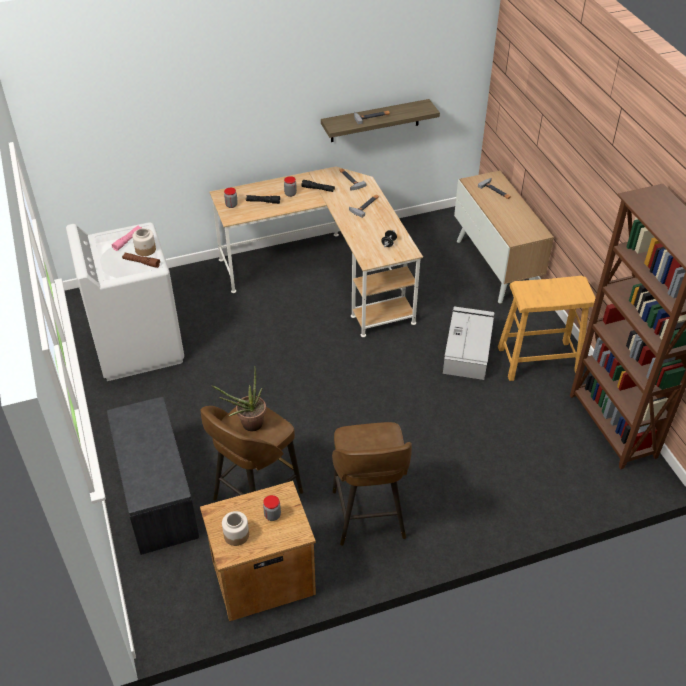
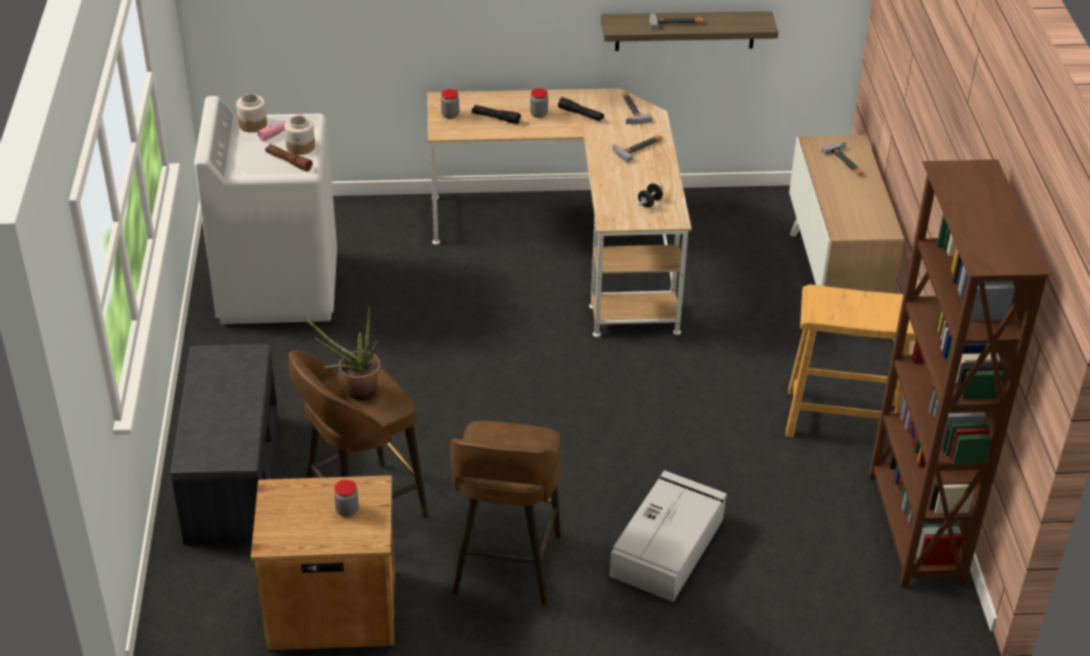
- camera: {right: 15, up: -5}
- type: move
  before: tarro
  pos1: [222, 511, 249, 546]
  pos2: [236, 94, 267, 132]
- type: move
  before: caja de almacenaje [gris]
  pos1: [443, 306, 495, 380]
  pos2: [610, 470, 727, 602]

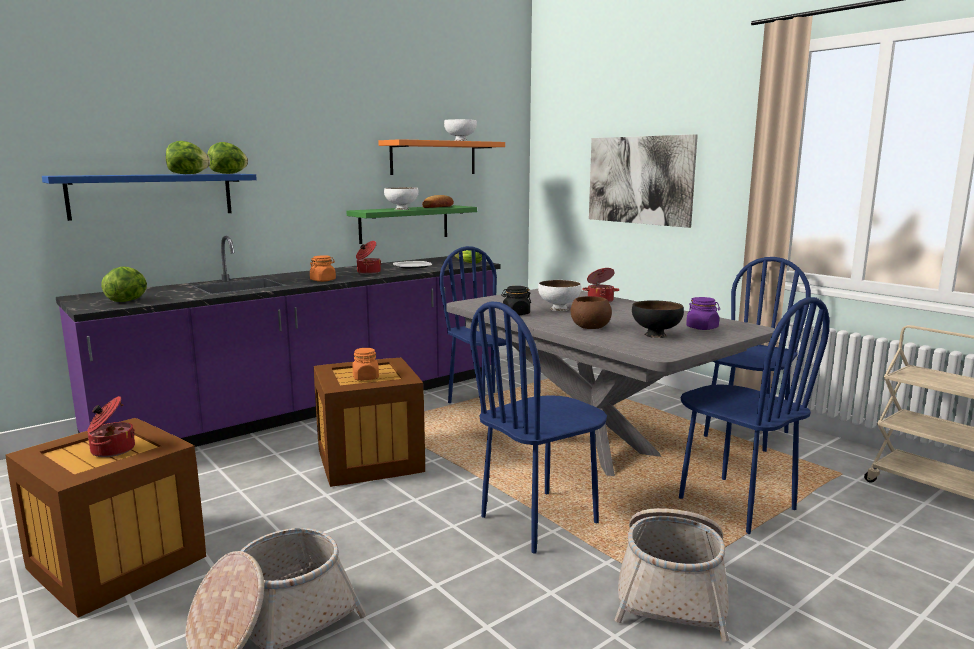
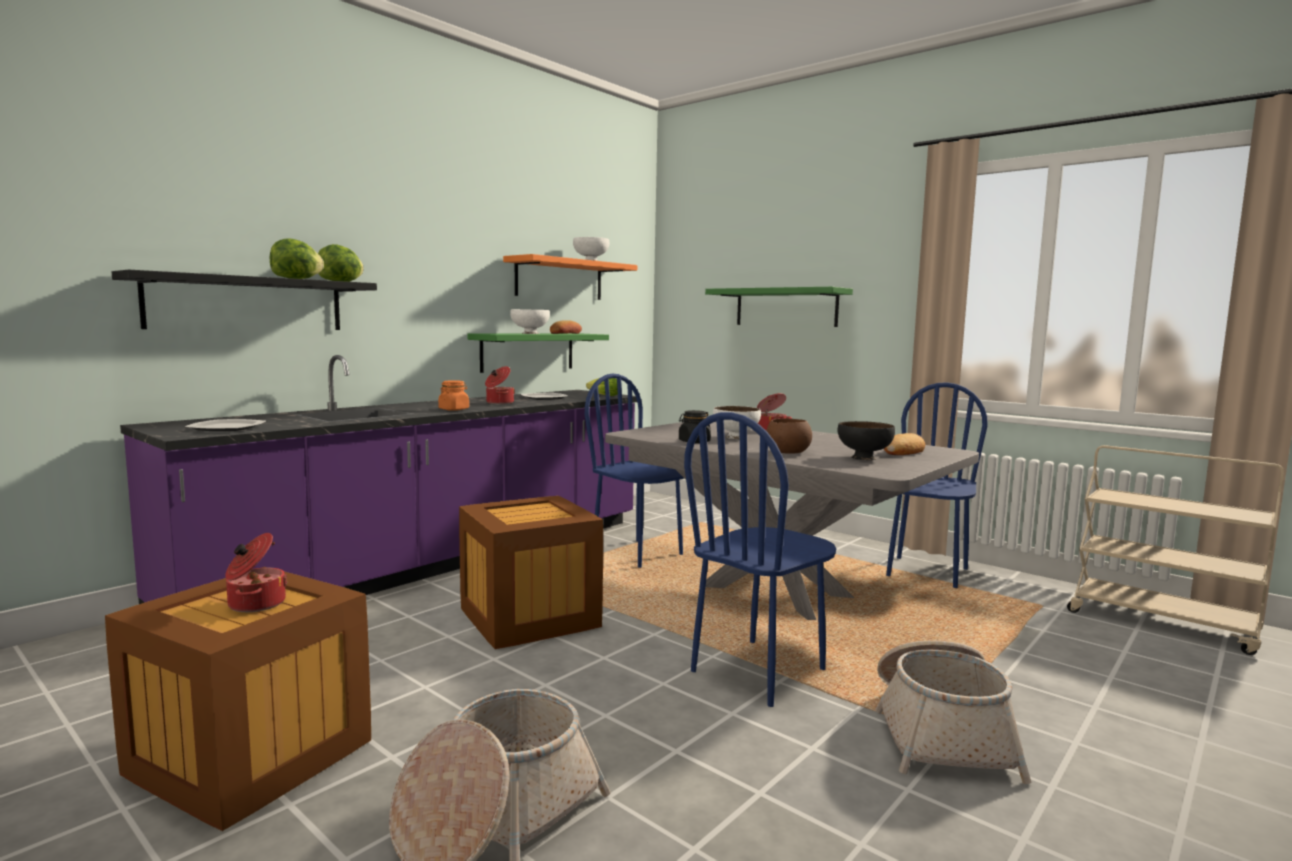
- camera: {right: -10, up: -5}
- type: recolor
  before: estante [azul]
  after: estante [negro]
  pos1: [42, 174, 257, 221]
  pos2: [112, 270, 377, 330]
- type: replace
  before: lechuga
  after: plato
  pos1: [101, 266, 147, 302]
  pos2: [185, 419, 266, 431]
- type: replace
  before: cuadro
  after: estante [verde]
  pos1: [589, 134, 698, 228]
  pos2: [705, 287, 853, 327]
- type: replace
  before: tarro [morado]
  after: pan
  pos1: [686, 297, 720, 330]
  pos2: [884, 433, 925, 455]
- type: delete
  before: tarro [naranja]
  pos1: [352, 348, 379, 380]
- type: delete
  before: silla [azul]
  pos1: [679, 297, 830, 534]

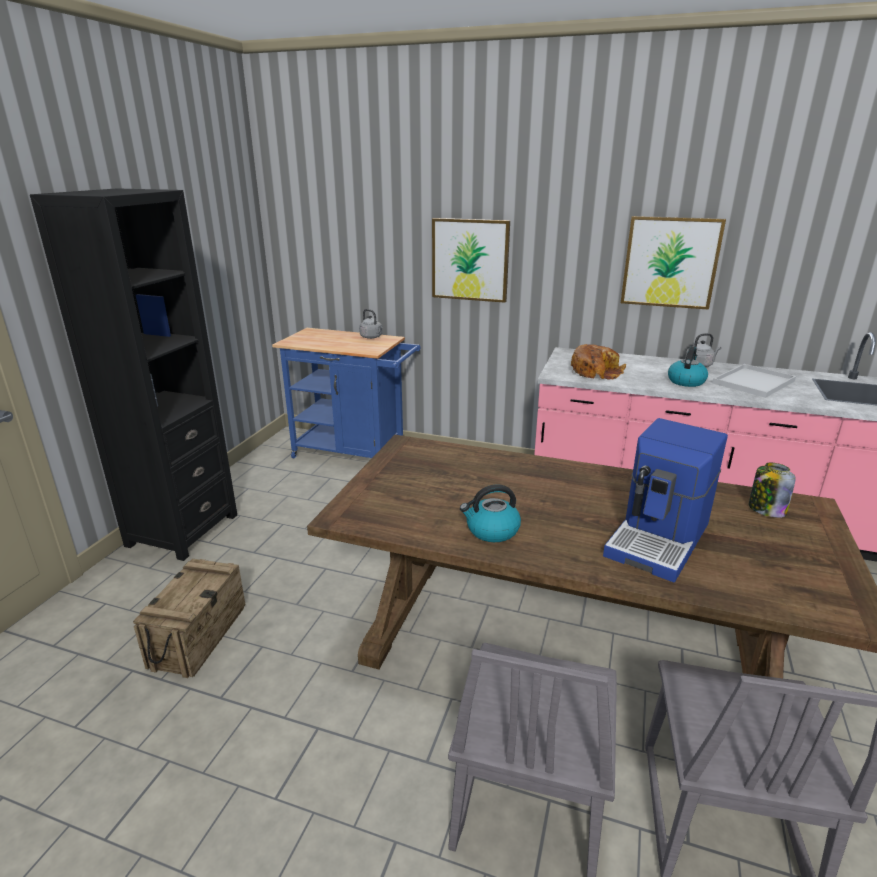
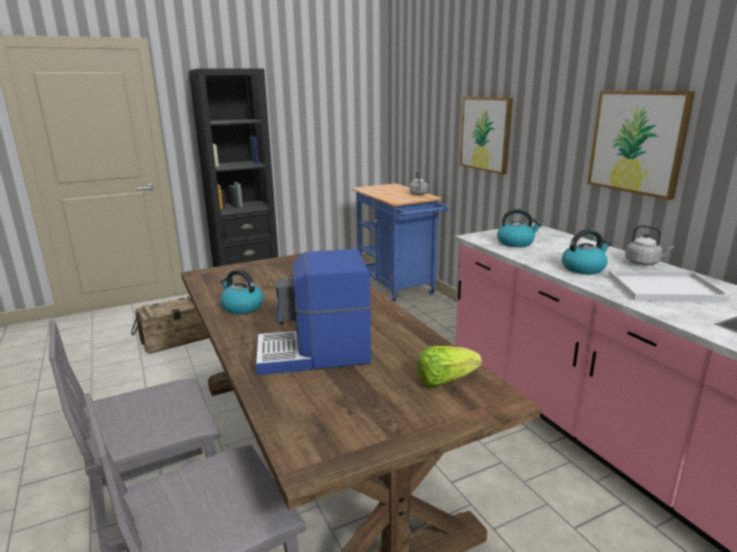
- camera: {right: 45, up: -5}
- type: replace
  before: tarro
  after: lechuga
  pos1: [749, 463, 796, 518]
  pos2: [417, 346, 482, 387]
- type: replace
  before: pan
  after: hervidor
  pos1: [571, 344, 626, 380]
  pos2: [497, 209, 542, 247]

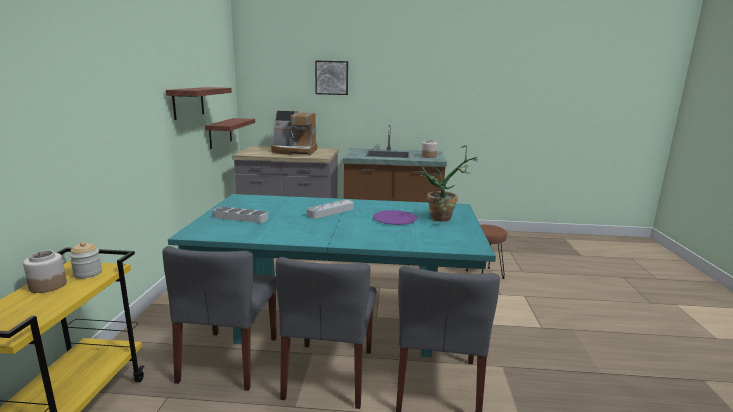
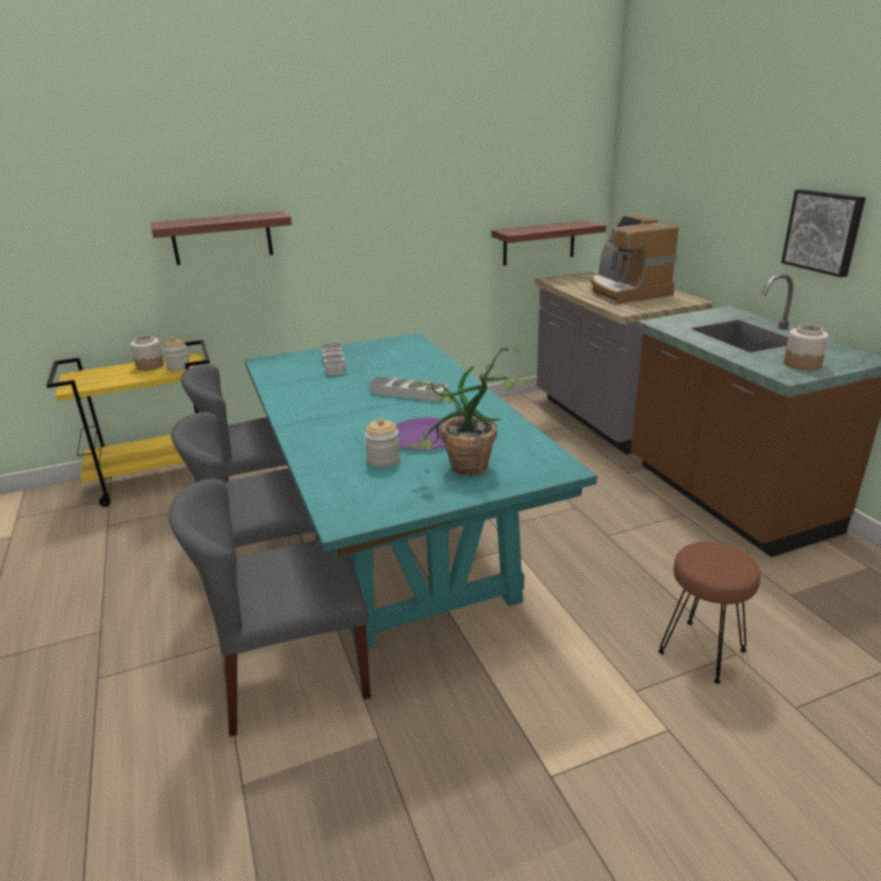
- camera: {right: 65, up: 10}
- type: move
  before: estante
  pos1: [166, 87, 232, 120]
  pos2: [151, 211, 292, 265]
- type: insert
  after: tarro
  pos2: [364, 418, 400, 467]
- type: move
  before: cuadro
  pos1: [315, 61, 348, 95]
  pos2: [781, 189, 866, 278]

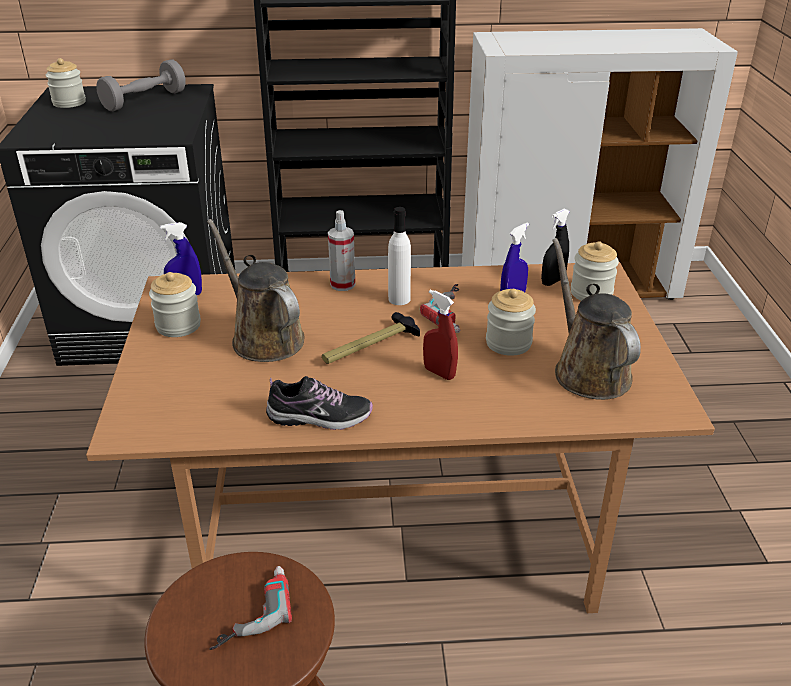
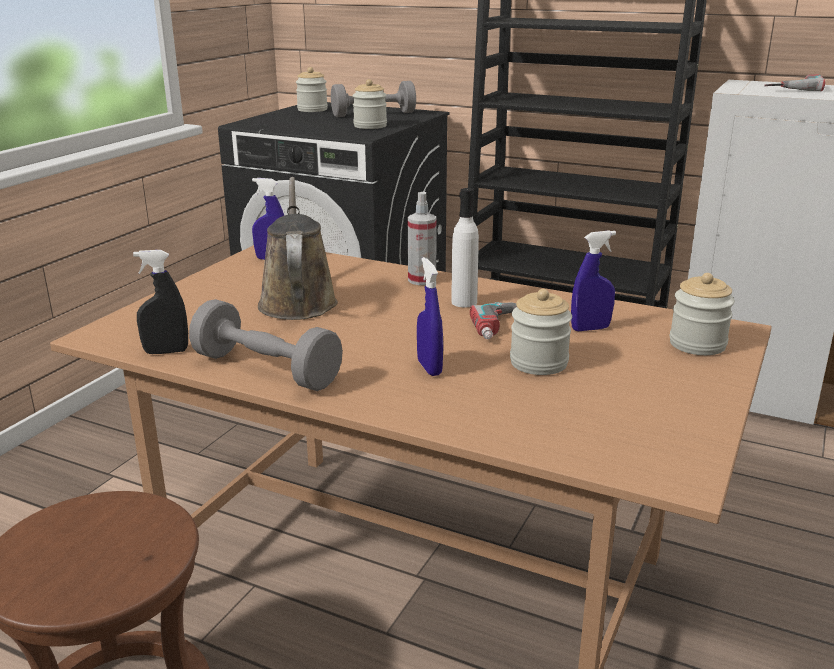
- camera: {right: 30, up: -10}
- type: move
  before: pulverizador [negro]
  pos1: [541, 208, 570, 286]
  pos2: [133, 250, 188, 354]
- type: replace
  before: zapato
  after: mancuerna [gris]
  pos1: [266, 376, 373, 430]
  pos2: [189, 299, 343, 391]
- type: move
  before: tarro
  pos1: [149, 272, 201, 337]
  pos2: [353, 79, 387, 129]
- type: recolor
  before: pulverizador [rojo]
  after: pulverizador [azul]
  pos1: [423, 289, 458, 380]
  pos2: [417, 257, 443, 376]
- type: move
  before: taladro
  pos1: [209, 566, 292, 650]
  pos2: [764, 74, 825, 91]
- type: delete
  before: martillo
  pos1: [322, 312, 420, 364]
- type: delete
  before: regadera [marrón]
  pos1: [552, 238, 641, 400]

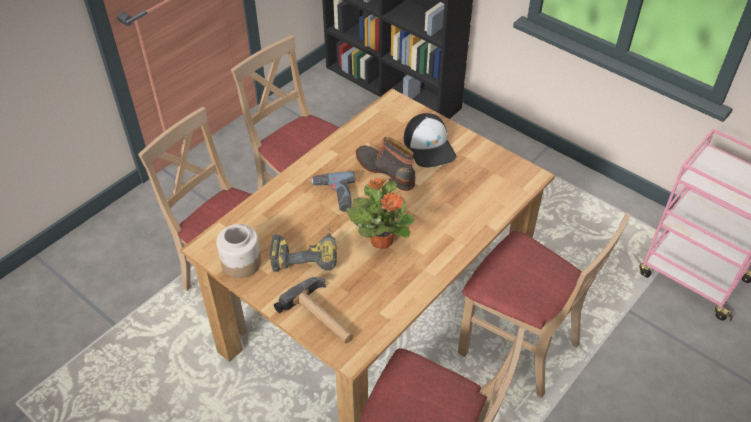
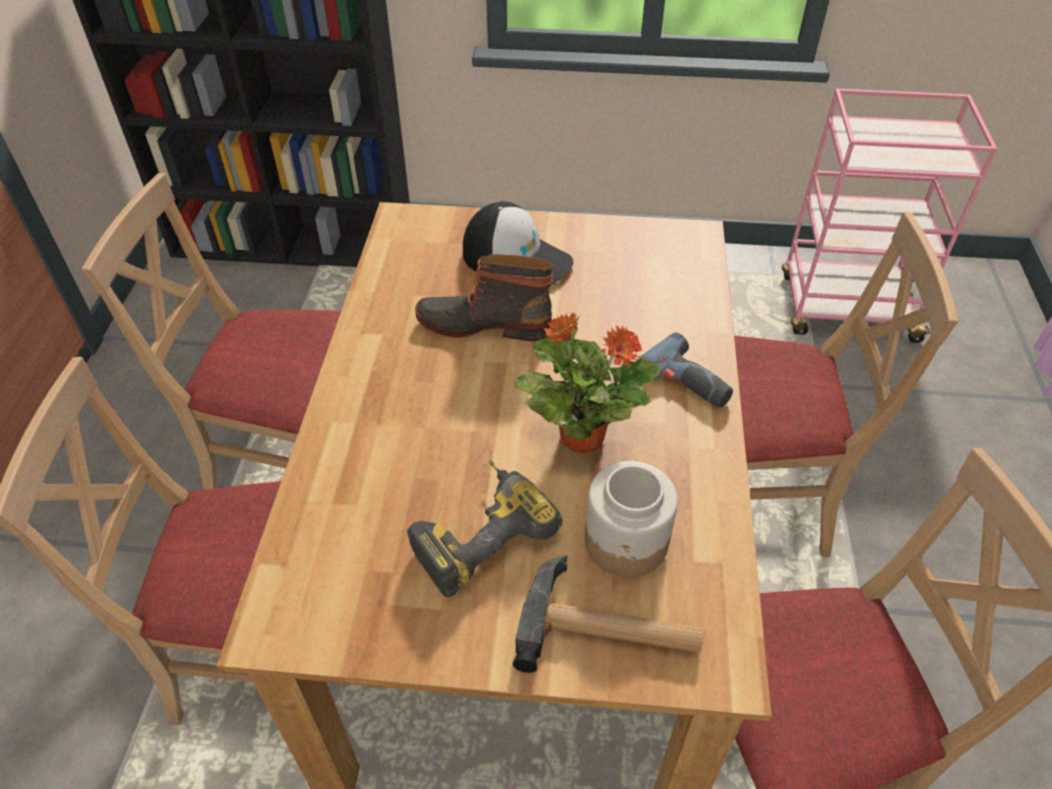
- camera: {right: -35, up: 0}
- type: move
  before: tarro
  pos1: [216, 224, 261, 278]
  pos2: [585, 461, 678, 577]
- type: move
  before: taladro
  pos1: [310, 171, 355, 212]
  pos2: [636, 333, 733, 407]

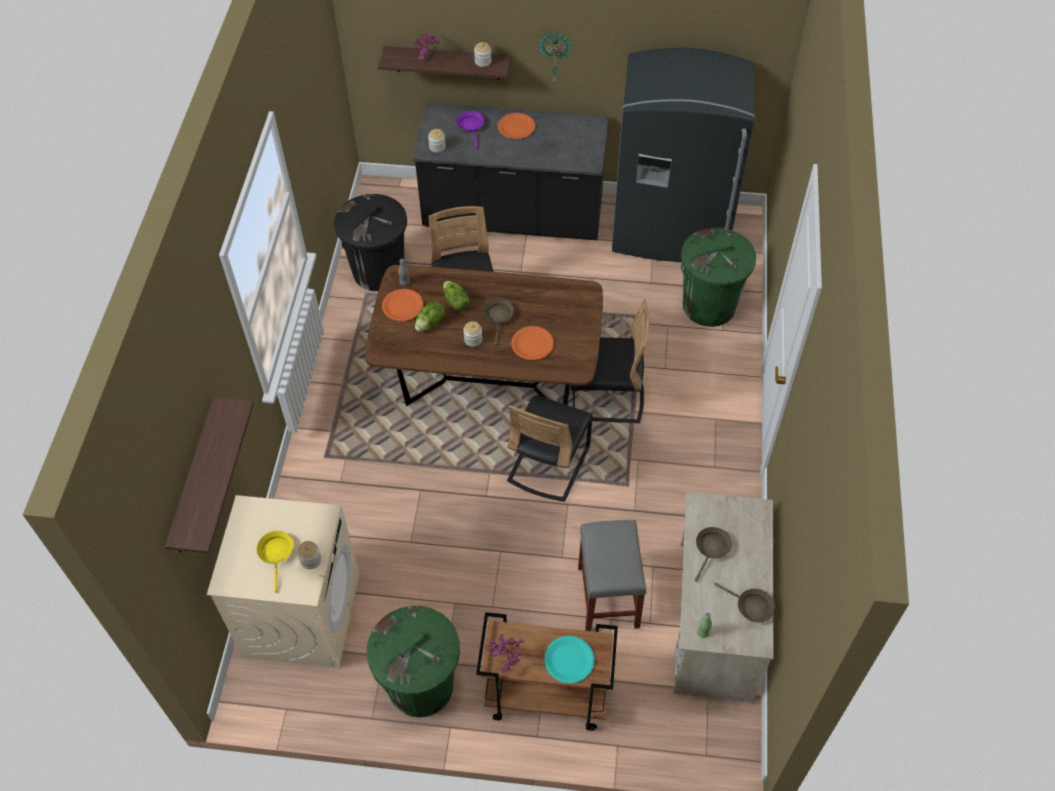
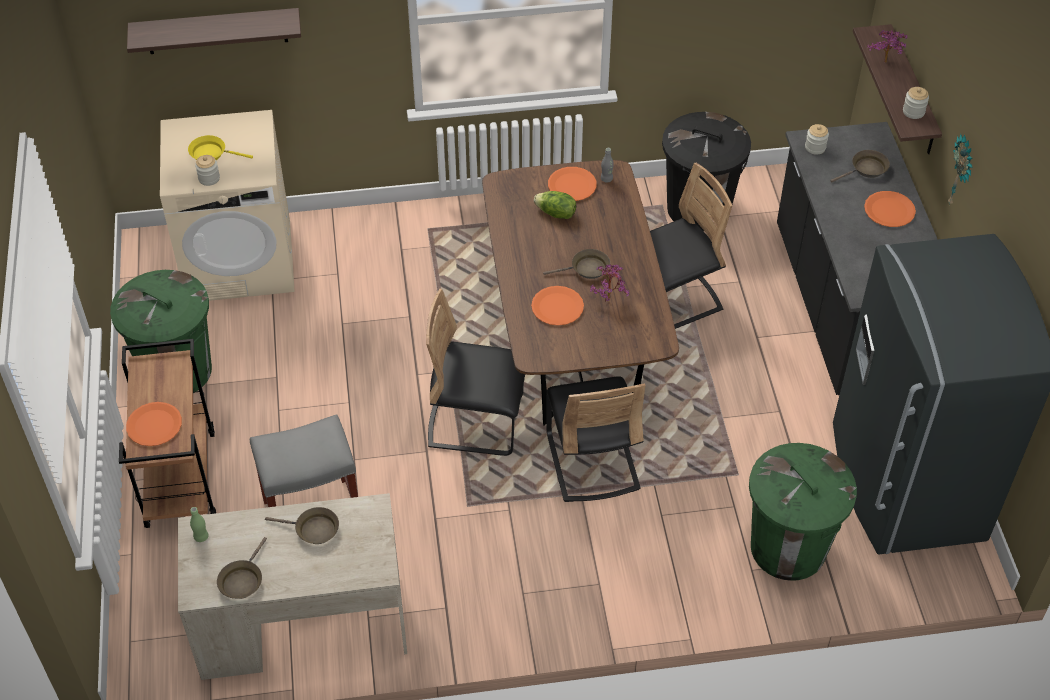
- camera: {right: 75, up: -5}
- type: recolor
  before: plato [turquesa]
  after: plato [naranja]
  pos1: [544, 636, 594, 684]
  pos2: [126, 402, 182, 446]
- type: rotate
  before: sartén [amarillo]
  pos1: [257, 531, 294, 592]
  pos2: [188, 135, 253, 160]
  turn: -150
- type: move
  before: planta en maceta
  pos1: [490, 634, 525, 674]
  pos2: [590, 264, 630, 302]
- type: recolor
  before: sartén [morado]
  after: sartén [marrón]
  pos1: [456, 111, 484, 149]
  pos2: [830, 150, 890, 183]
- type: delete
  before: lechuga
  pos1: [443, 281, 469, 311]
- type: delete
  before: tarro
  pos1: [463, 321, 482, 347]

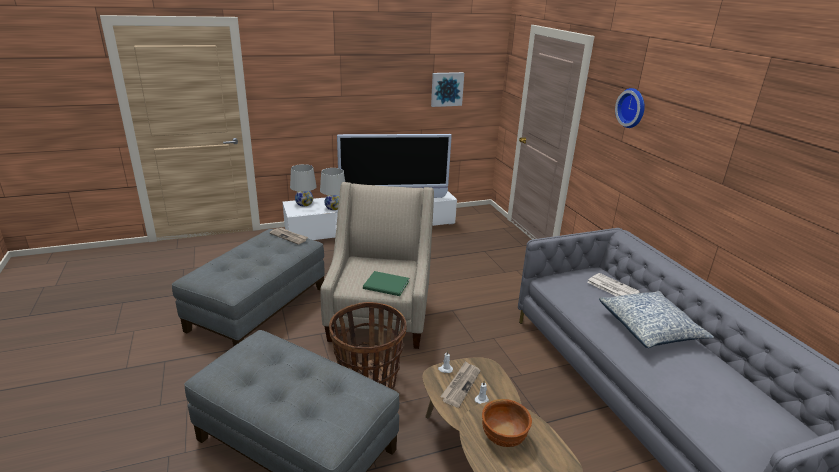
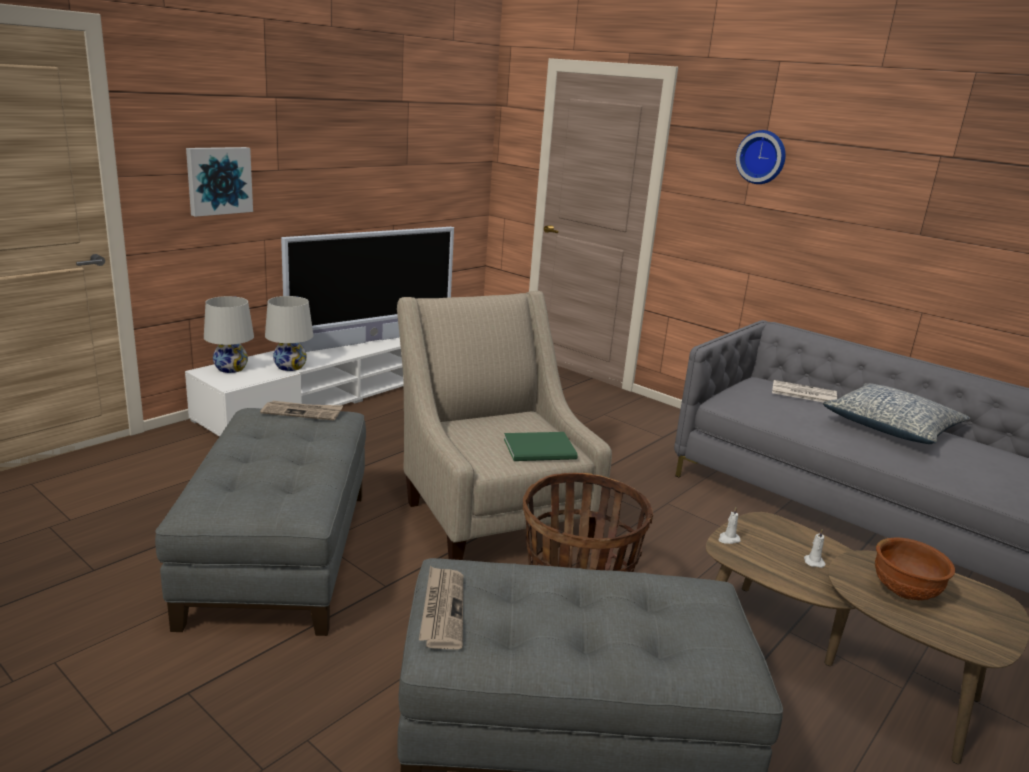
- camera: {right: -30, up: -5}
- type: move
  before: cuadro
  pos1: [431, 72, 464, 107]
  pos2: [186, 147, 253, 217]
- type: move
  before: periódico
  pos1: [440, 361, 480, 408]
  pos2: [419, 566, 463, 649]

